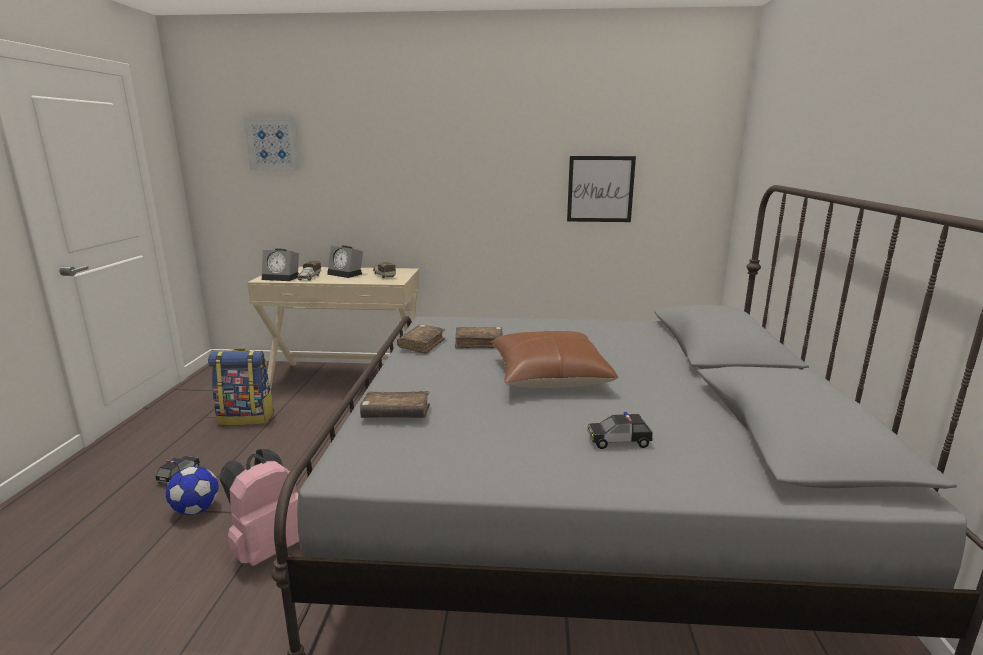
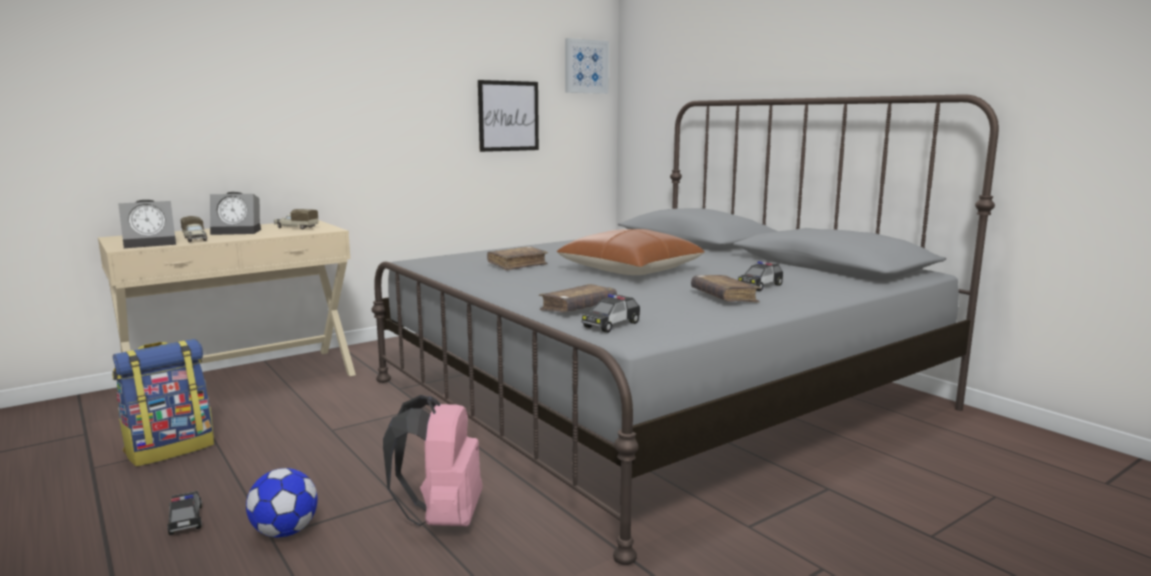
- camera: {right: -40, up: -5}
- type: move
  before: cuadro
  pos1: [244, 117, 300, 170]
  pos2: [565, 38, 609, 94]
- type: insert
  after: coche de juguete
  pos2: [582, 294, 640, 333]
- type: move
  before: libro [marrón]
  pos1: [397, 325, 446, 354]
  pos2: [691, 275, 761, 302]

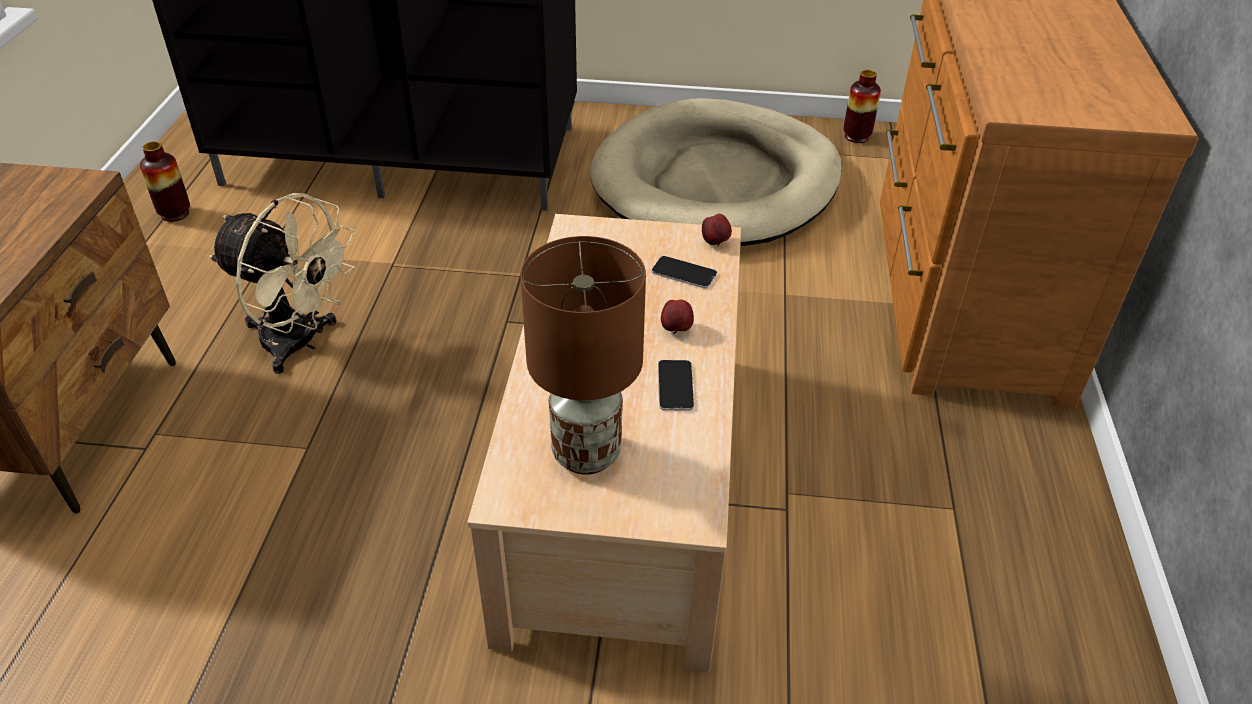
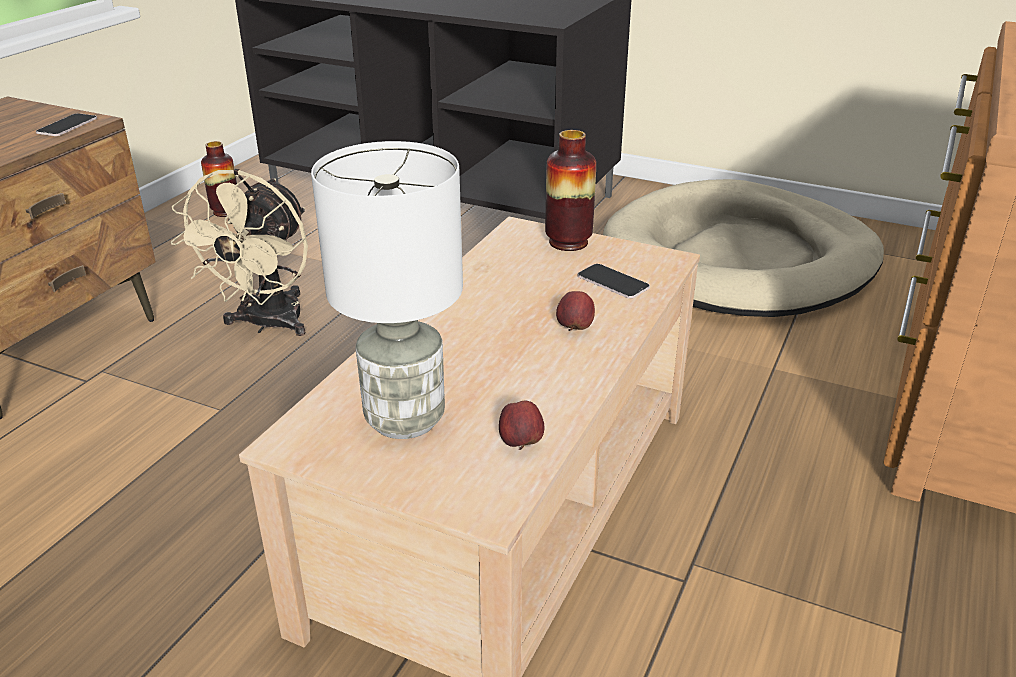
- camera: {right: 20, up: -10}
- type: move
  before: móvil
  pos1: [658, 360, 694, 411]
  pos2: [36, 113, 97, 136]
- type: rotate
  before: ventilador [beis]
  pos1: [209, 193, 355, 374]
  pos2: [170, 169, 308, 336]
  turn: 60
- type: recolor
  before: lámpara de mesa [marrón]
  after: lámpara de mesa [blanco]
  pos1: [520, 236, 646, 475]
  pos2: [311, 141, 463, 439]
- type: move
  before: manzana
  pos1: [702, 214, 732, 246]
  pos2: [499, 400, 544, 450]
- type: move
  before: florero
  pos1: [843, 70, 881, 143]
  pos2: [545, 130, 596, 251]

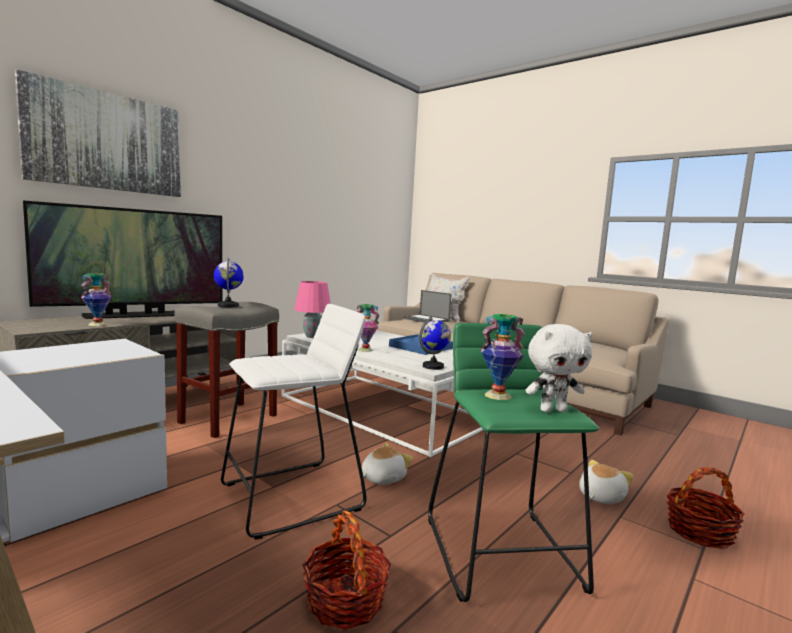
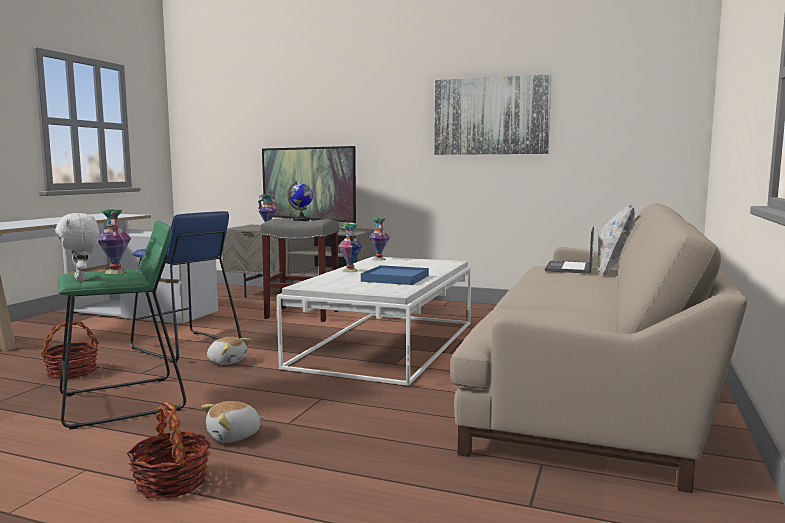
- camera: {right: 70, up: 0}
- type: recolor
  before: taburete [blanco]
  after: taburete [azul]
  pos1: [221, 304, 367, 539]
  pos2: [131, 211, 242, 363]
- type: rotate
  before: peluche
  pos1: [579, 460, 633, 504]
  pos2: [201, 401, 264, 443]
  turn: 120
- type: replace
  before: lámpara de mesa [rosa]
  after: florero
  pos1: [294, 281, 331, 338]
  pos2: [369, 218, 390, 261]
- type: move
  before: cuadro
  pos1: [15, 69, 181, 197]
  pos2: [434, 74, 551, 155]
- type: delete
  before: globo terráqueo
  pos1: [419, 317, 451, 370]

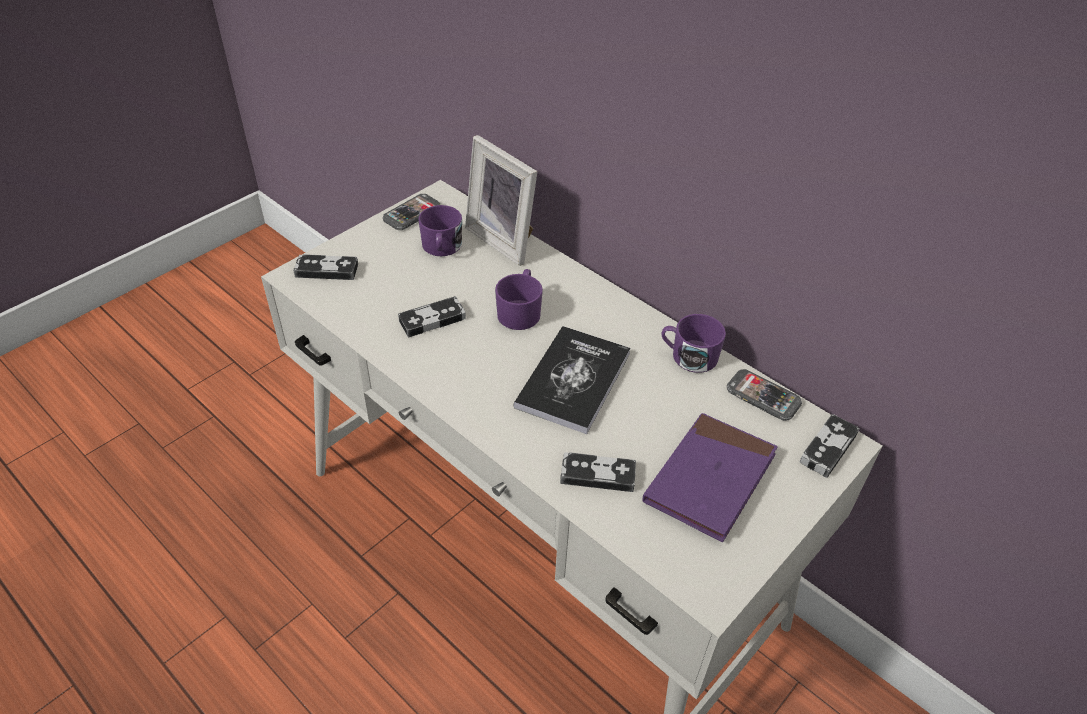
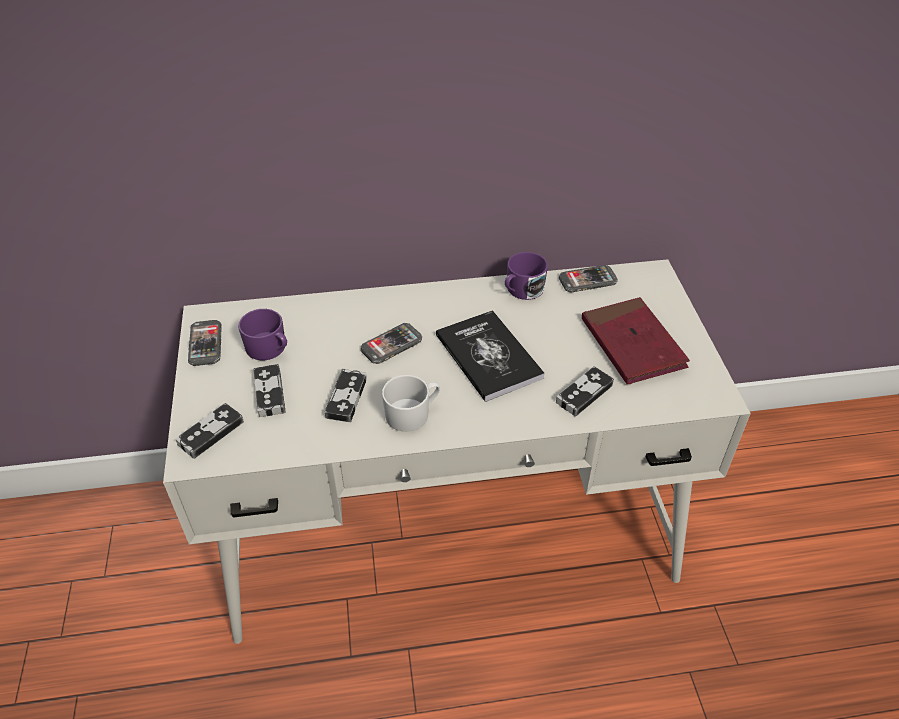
- camera: {right: -50, up: 0}
- type: move
  before: mando de consola
  pos1: [800, 414, 860, 478]
  pos2: [253, 364, 286, 417]
- type: replace
  before: taza grande [morado]
  after: móvil
  pos1: [495, 269, 543, 330]
  pos2: [361, 323, 422, 364]
- type: insert
  after: taza grande [blanco]
  pos2: [382, 375, 440, 432]
- type: recolor
  before: libro [morado]
  after: libro [rojo]
  pos1: [642, 413, 778, 542]
  pos2: [582, 297, 690, 384]
- type: delete
  before: portarretratos
  pos1: [465, 135, 537, 266]

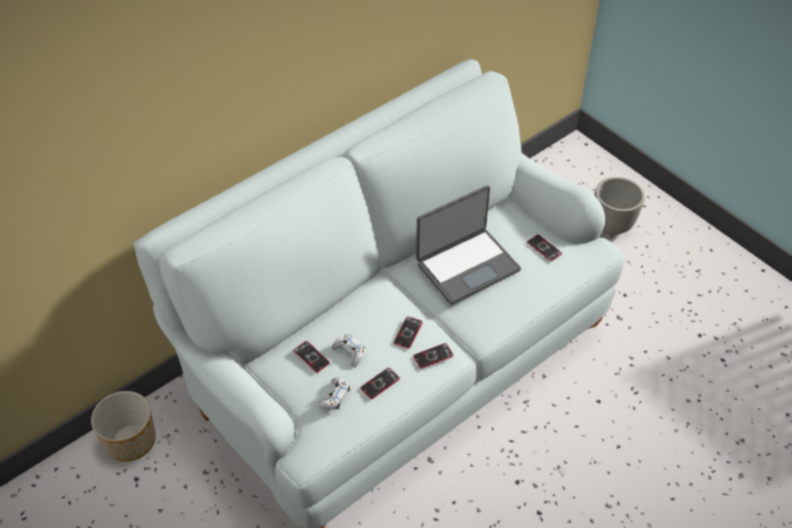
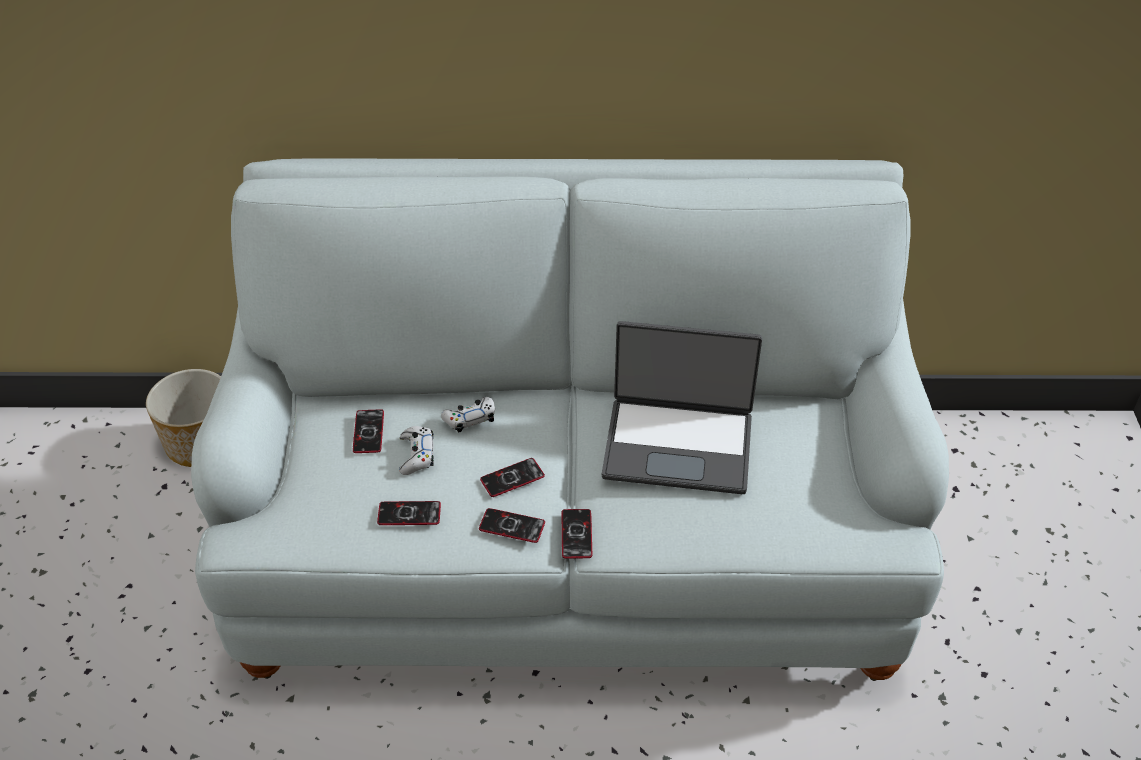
- camera: {right: 40, up: -5}
- type: move
  before: mando de consola [blanco]
  pos1: [318, 378, 350, 409]
  pos2: [441, 397, 495, 432]
- type: move
  before: móvil
  pos1: [527, 234, 562, 261]
  pos2: [562, 509, 592, 559]
- type: delete
  before: maceta
  pos1: [594, 177, 644, 235]

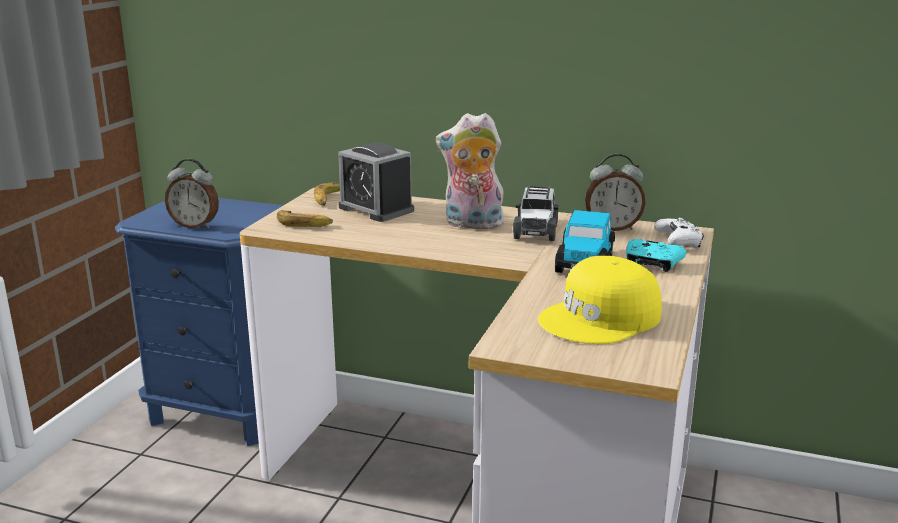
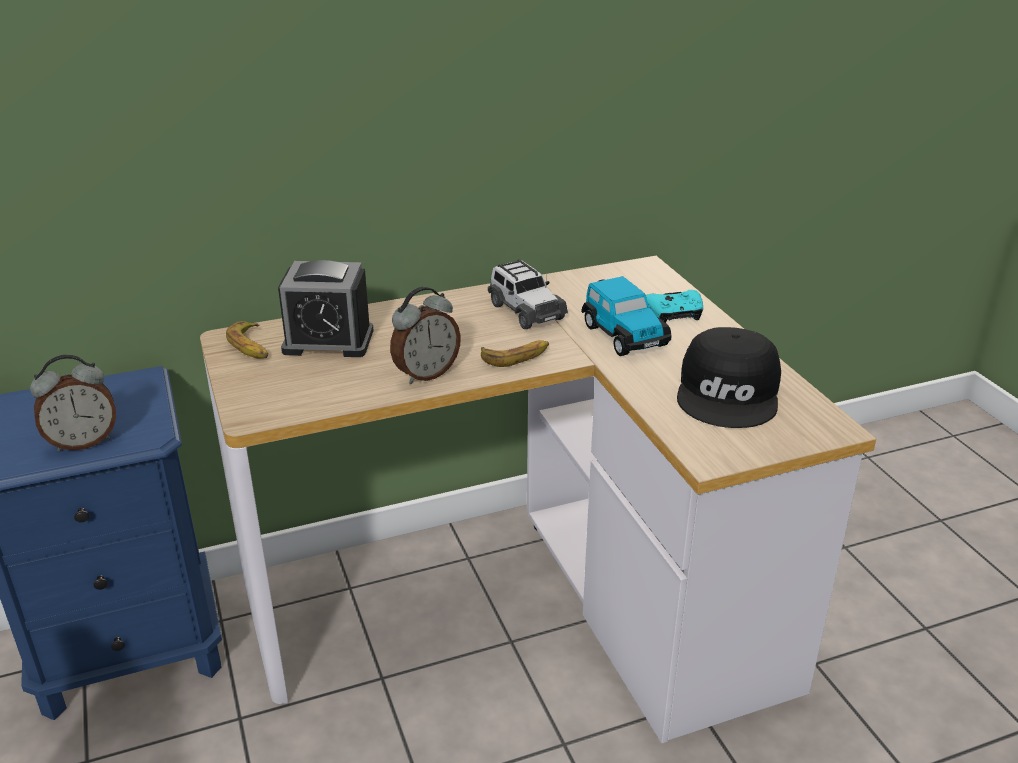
- camera: {right: -40, up: 10}
- type: move
  before: despertador
  pos1: [585, 154, 645, 231]
  pos2: [390, 287, 461, 384]
- type: move
  before: plátano
  pos1: [277, 210, 333, 227]
  pos2: [481, 340, 549, 367]
- type: recolor
  before: gorra [amarillo]
  after: gorra [negro]
  pos1: [538, 256, 662, 344]
  pos2: [677, 327, 781, 428]
- type: delete
  before: peluche
  pos1: [436, 113, 504, 229]
- type: delete
  before: mando de consola [blanco]
  pos1: [654, 218, 704, 248]

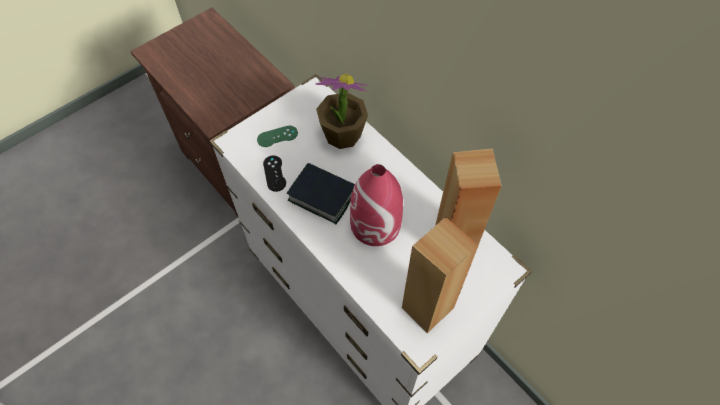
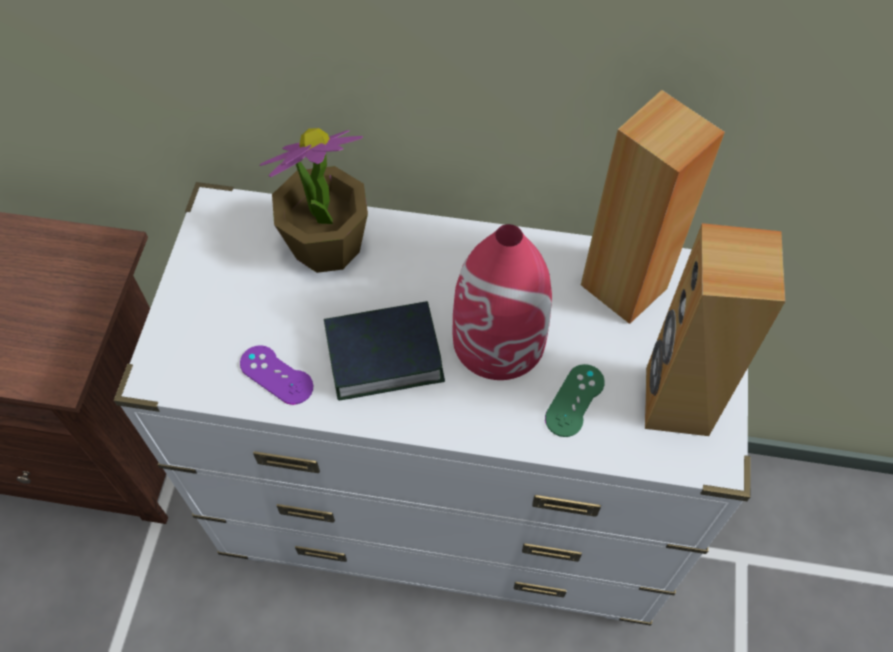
- camera: {right: -40, up: 0}
- type: recolor
  before: mando de consola [negro]
  after: mando de consola [morado]
  pos1: [263, 155, 286, 192]
  pos2: [240, 345, 313, 405]
- type: move
  before: mando de consola [verde]
  pos1: [257, 126, 298, 147]
  pos2: [545, 364, 605, 437]

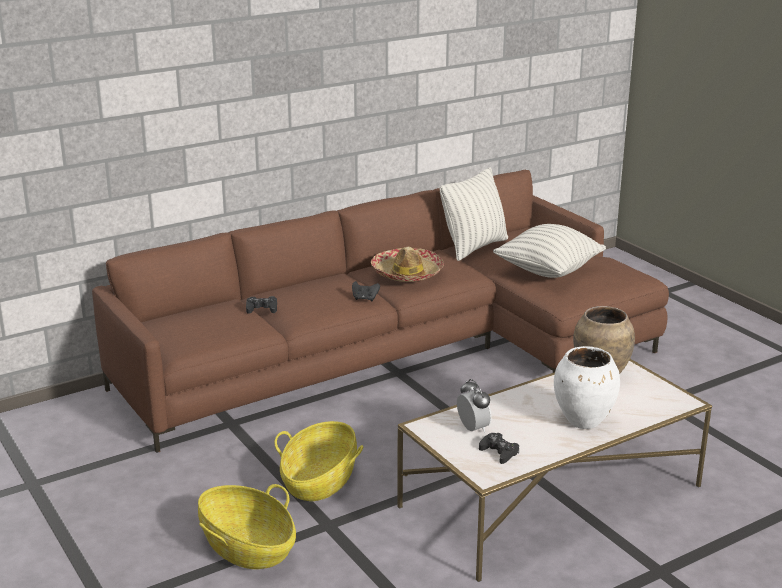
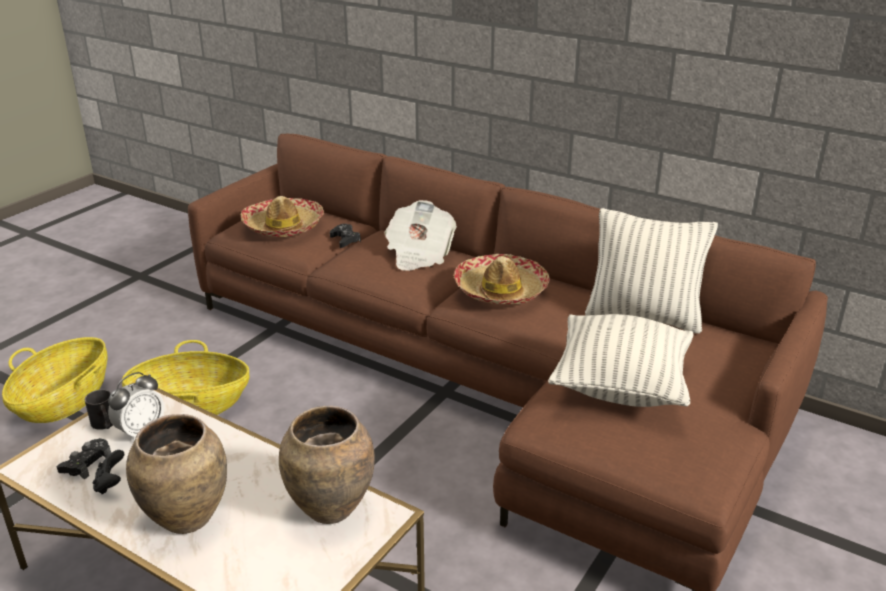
- camera: {right: 65, up: 5}
- type: insert
  after: taza grande [negro]
  pos2: [85, 389, 113, 430]
- type: move
  before: mando de consola [negro]
  pos1: [352, 281, 380, 301]
  pos2: [93, 450, 124, 495]
- type: recolor
  before: florero [blanco]
  after: florero [marrón]
  pos1: [554, 346, 620, 429]
  pos2: [126, 414, 227, 534]
- type: insert
  after: sombrero
  pos2: [241, 196, 324, 237]
- type: insert
  after: periódico
  pos2: [385, 200, 457, 271]

